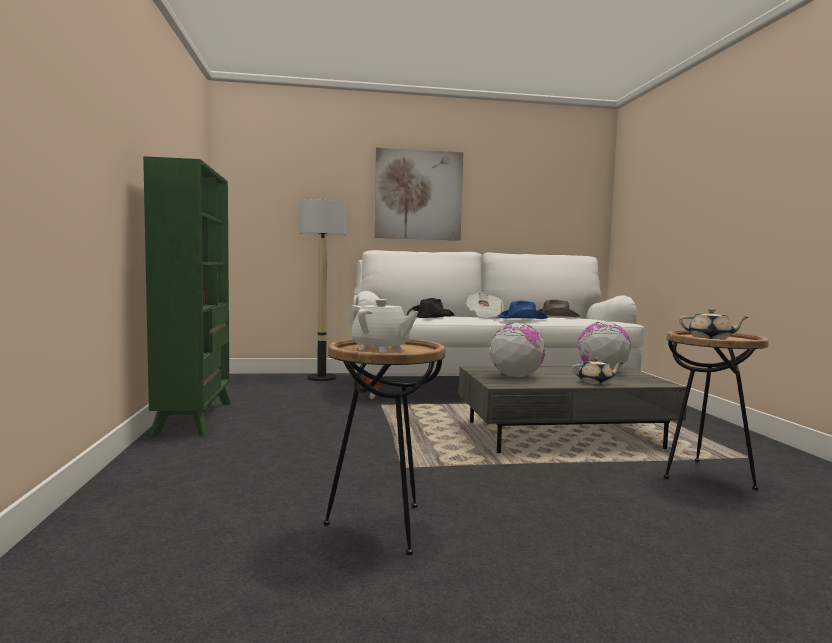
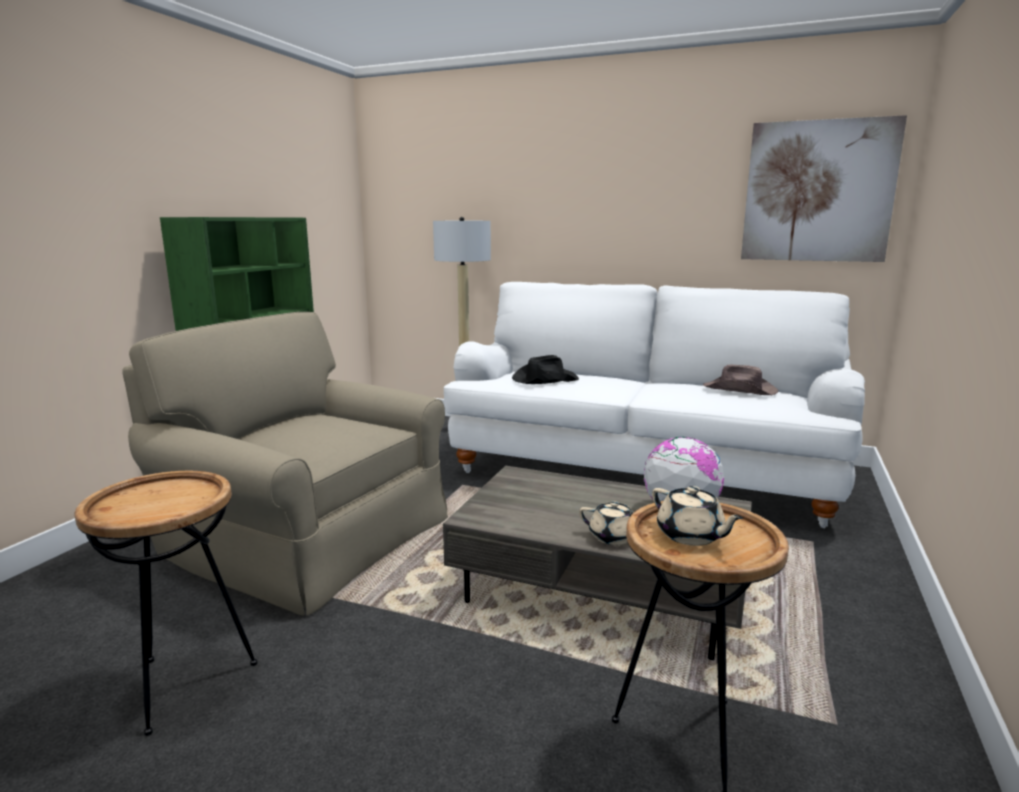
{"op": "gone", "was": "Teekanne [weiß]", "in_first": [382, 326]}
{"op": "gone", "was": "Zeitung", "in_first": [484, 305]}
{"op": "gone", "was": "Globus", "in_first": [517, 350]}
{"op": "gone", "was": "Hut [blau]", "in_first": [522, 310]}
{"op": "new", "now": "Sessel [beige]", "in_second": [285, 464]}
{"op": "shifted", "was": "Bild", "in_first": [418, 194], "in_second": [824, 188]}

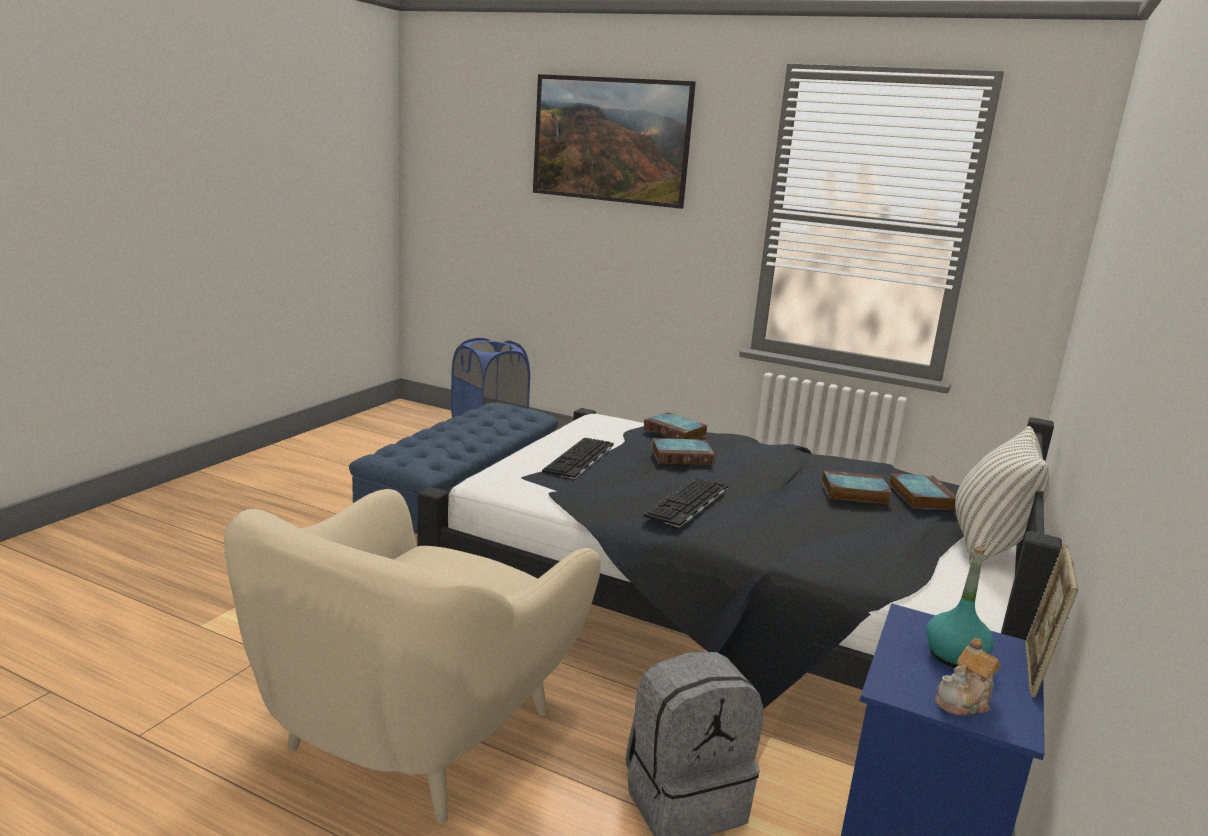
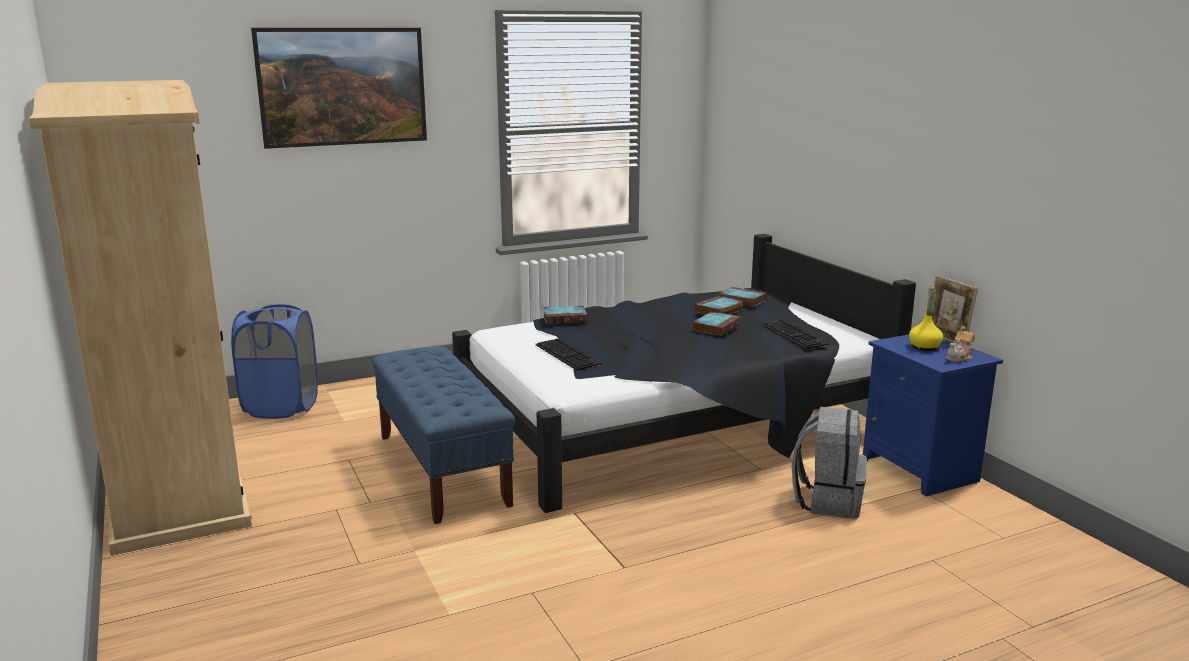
{"op": "gone", "was": "Sessel [beige]", "in_first": [412, 656]}
{"op": "gone", "was": "Kissen", "in_first": [1002, 496]}
{"op": "new", "now": "Kleiderschrank [beige]", "in_second": [140, 318]}
{"op": "shifted", "was": "Tastatur", "in_first": [685, 502], "in_second": [795, 334]}
{"op": "shifted", "was": "Buch", "in_first": [683, 451], "in_second": [716, 323]}
{"op": "repainted", "was": "Flasche [türkis]", "now": "Flasche [gelb]", "in_first": [960, 607], "in_second": [926, 319]}
{"op": "rotated", "was": "Teekanne", "in_first": [967, 677], "in_second": [960, 344], "clockwise": 45}

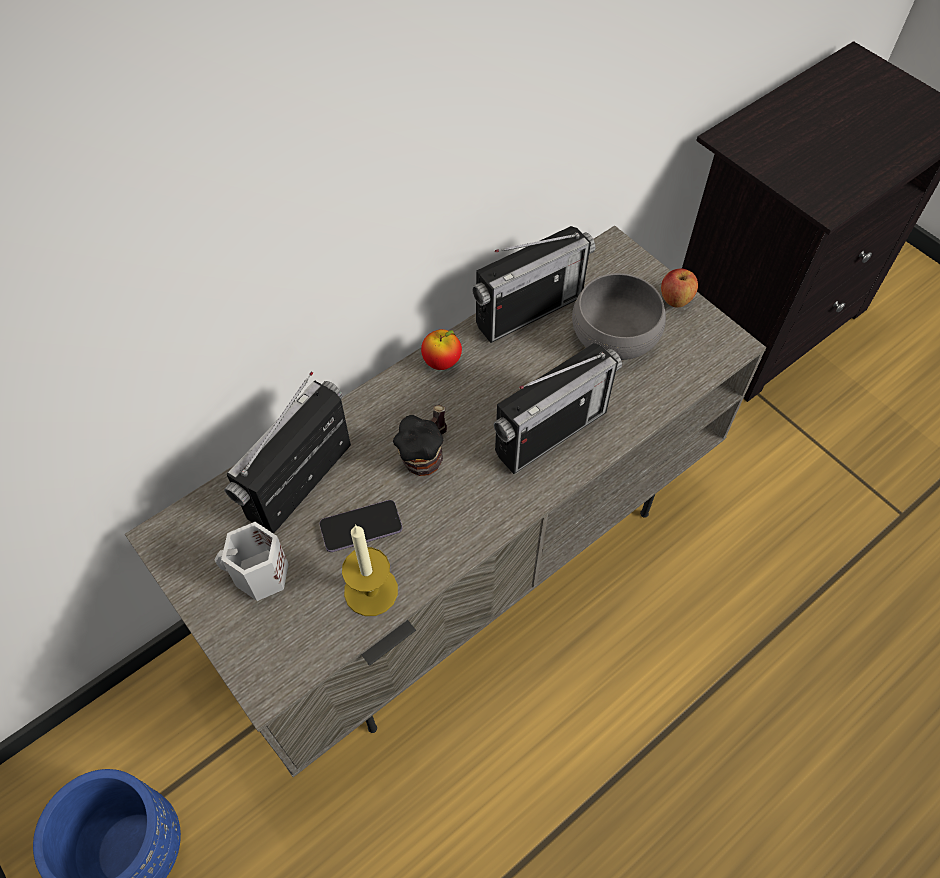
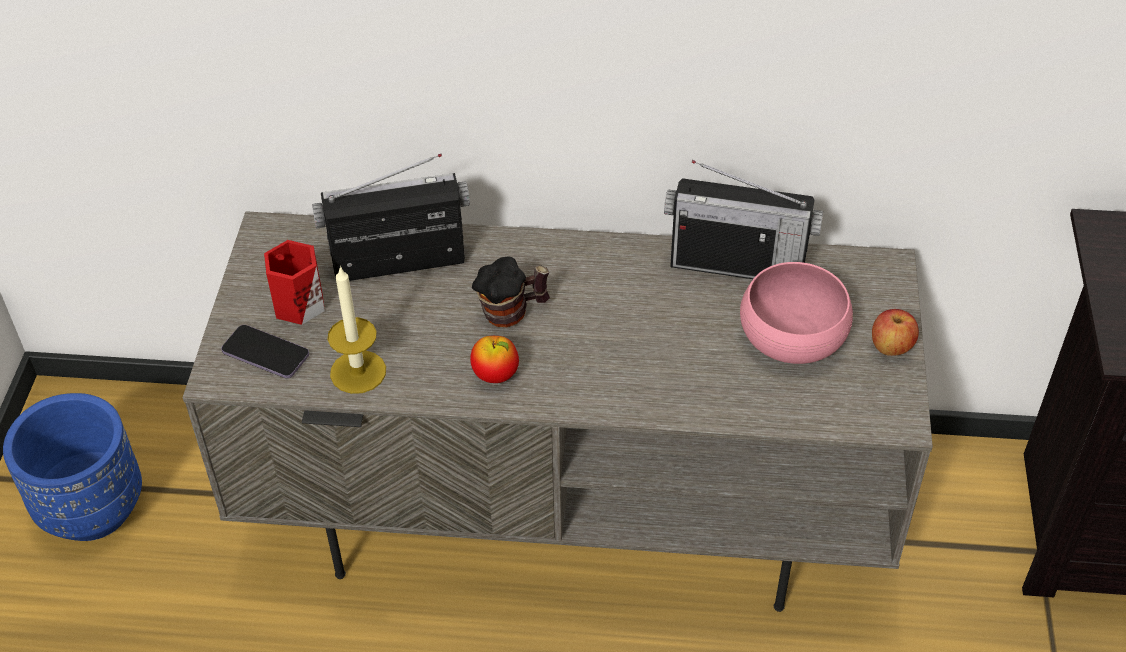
{"op": "gone", "was": "Radio", "in_first": [558, 408]}
{"op": "shifted", "was": "Handy", "in_first": [360, 526], "in_second": [265, 351]}
{"op": "shifted", "was": "Apfel", "in_first": [441, 349], "in_second": [494, 359]}
{"op": "repainted", "was": "Henkelbecher [weiß]", "now": "Henkelbecher [rot]", "in_first": [251, 561], "in_second": [294, 282]}
{"op": "repainted", "was": "Schüssel [grau]", "now": "Schüssel [rosa]", "in_first": [619, 316], "in_second": [796, 313]}

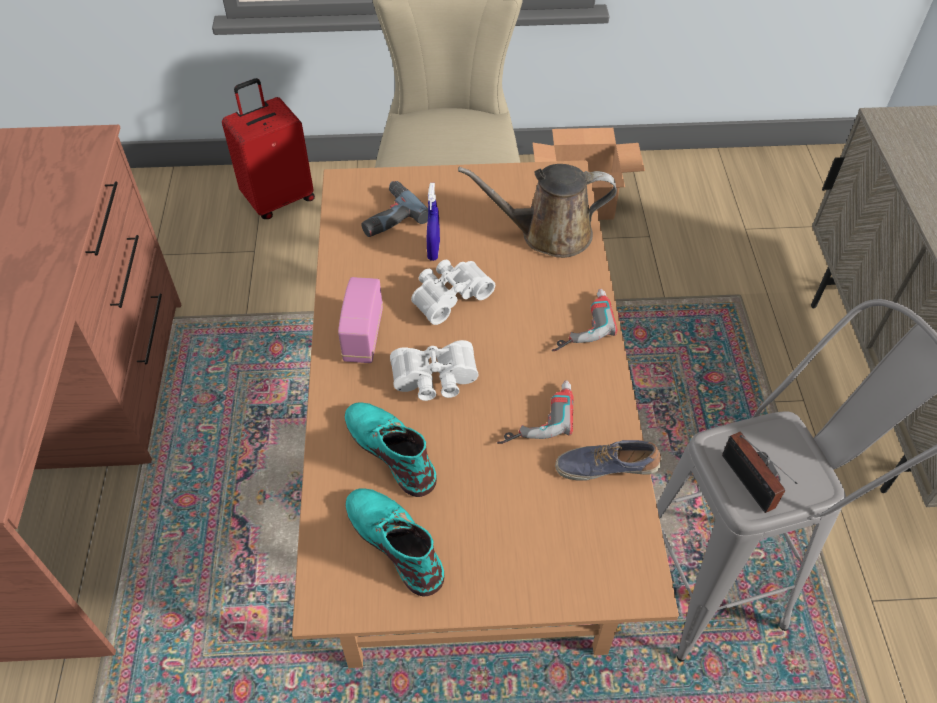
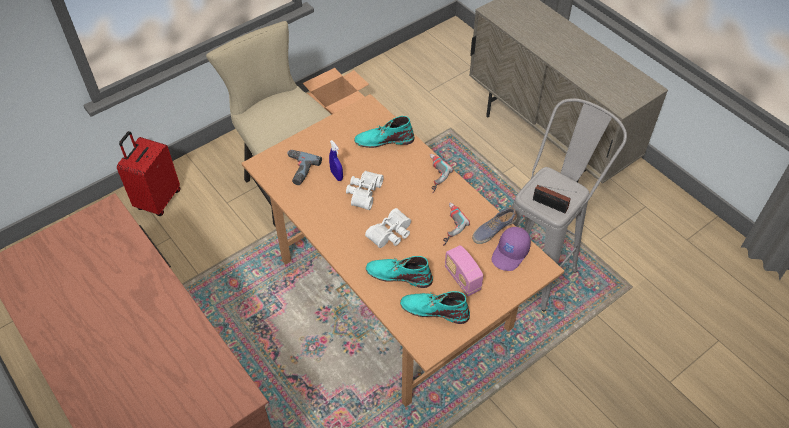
{"op": "new", "now": "Kappe [lila]", "in_second": [511, 249]}
{"op": "shifted", "was": "Radio", "in_first": [360, 320], "in_second": [464, 270]}
{"op": "swapped", "was": "Gießkanne [braun]", "now": "Stiefel [türkis]", "in_first": [537, 211], "in_second": [384, 132]}

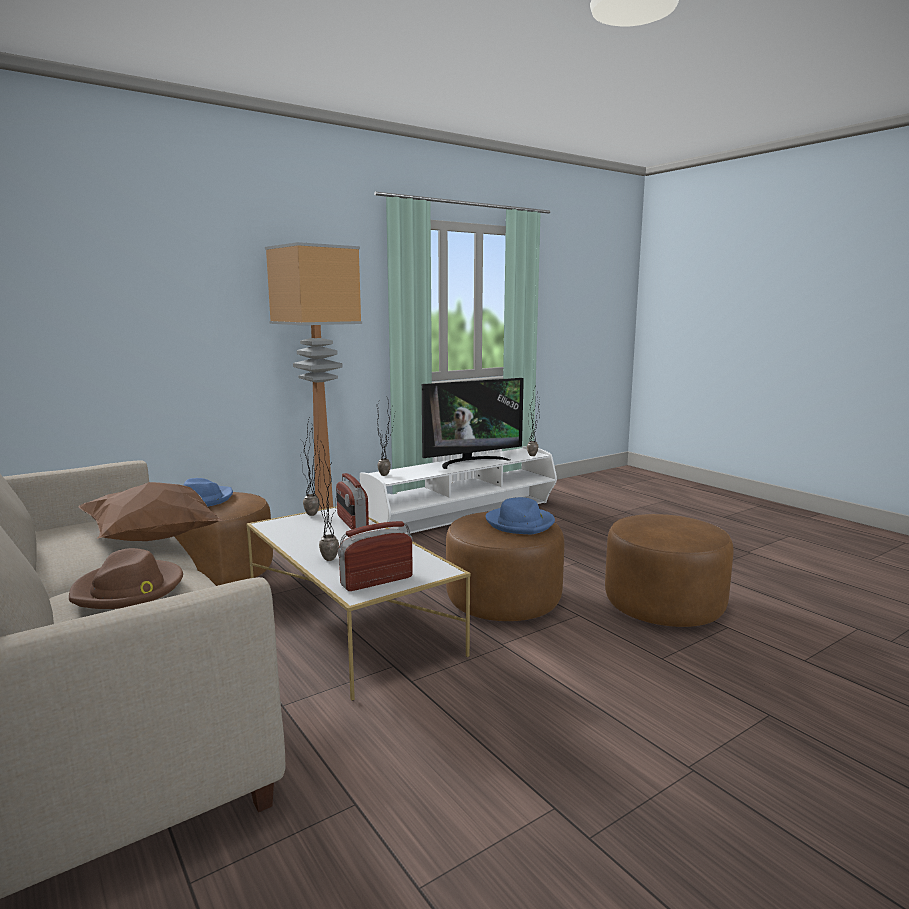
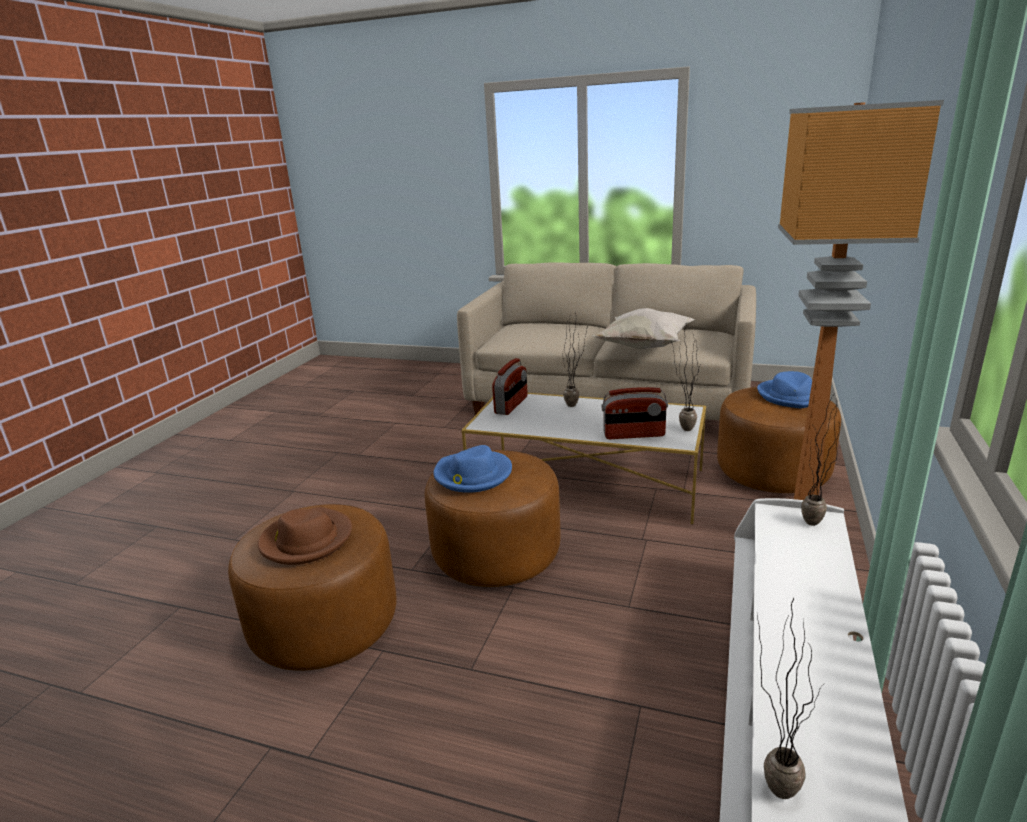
{"op": "gone", "was": "Fernseher", "in_first": [473, 423]}
{"op": "shifted", "was": "Hut [braun]", "in_first": [126, 578], "in_second": [305, 536]}
{"op": "repainted", "was": "Kissen [braun]", "now": "Kissen [weiß]", "in_first": [151, 511], "in_second": [643, 328]}
{"op": "rotated", "was": "Radio", "in_first": [352, 501], "in_second": [635, 413], "clockwise": 150}

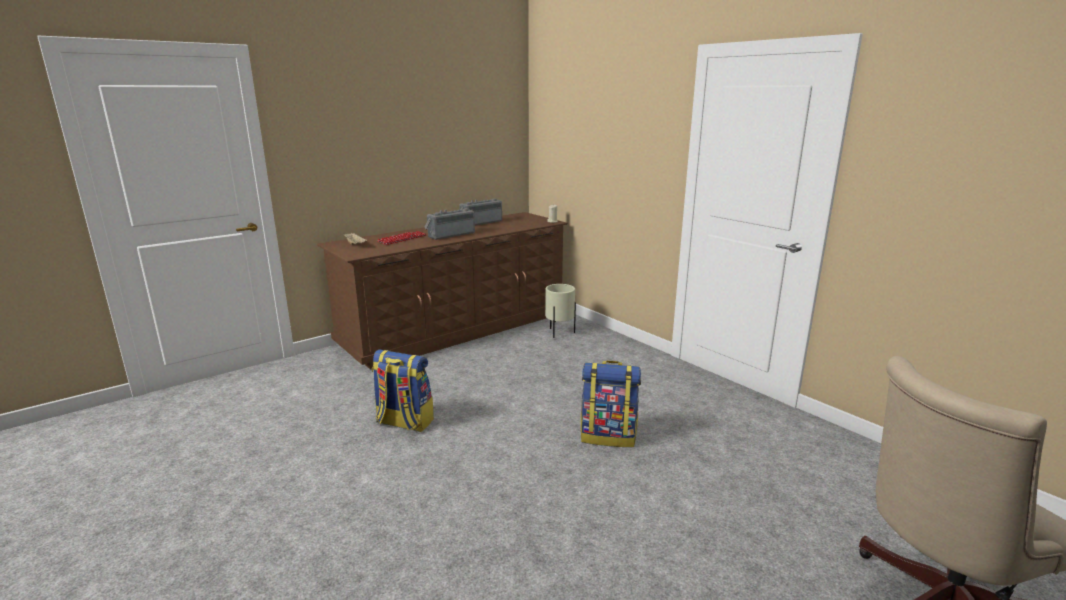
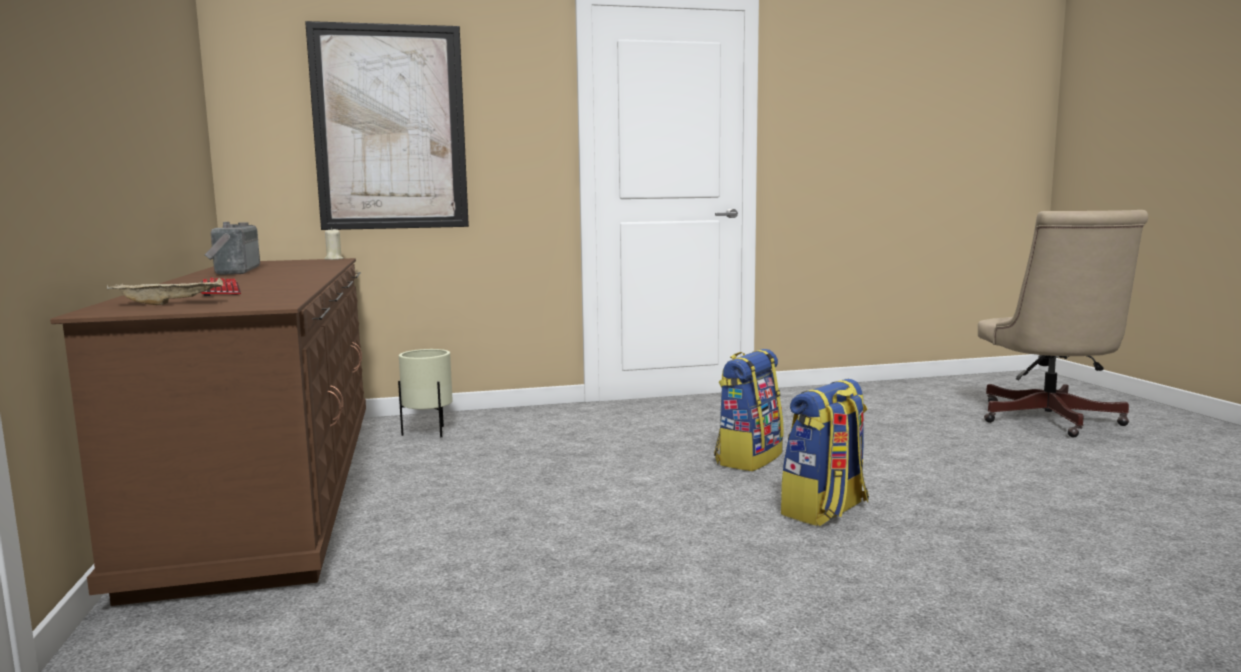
{"op": "gone", "was": "Radio", "in_first": [449, 224]}
{"op": "new", "now": "Bild", "in_second": [387, 125]}
{"op": "shifted", "was": "Rucksack", "in_first": [403, 390], "in_second": [825, 452]}

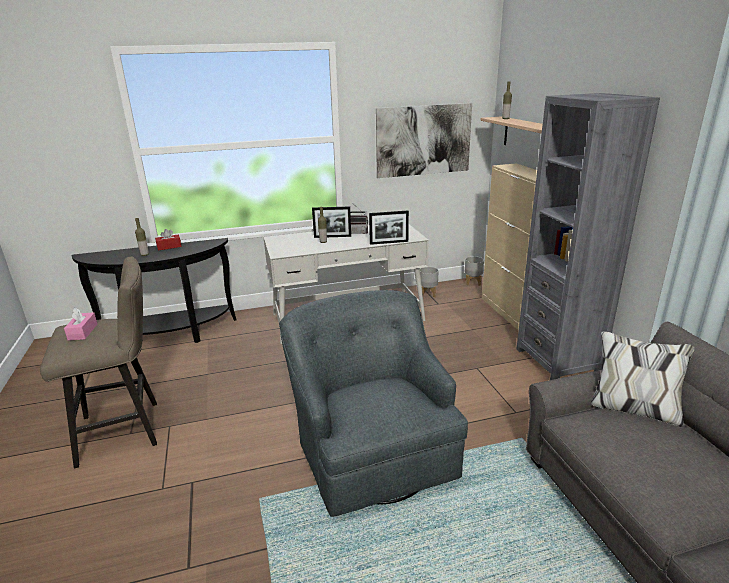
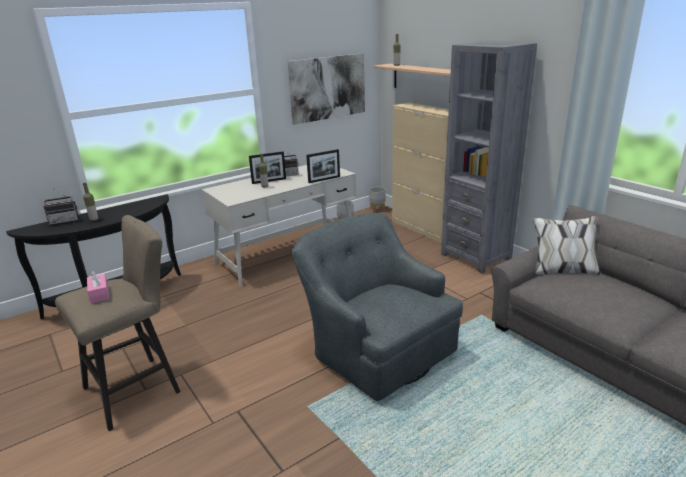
{"op": "gone", "was": "Taschentuchbox [rot]", "in_first": [168, 240]}
{"op": "new", "now": "Radio", "in_second": [61, 207]}

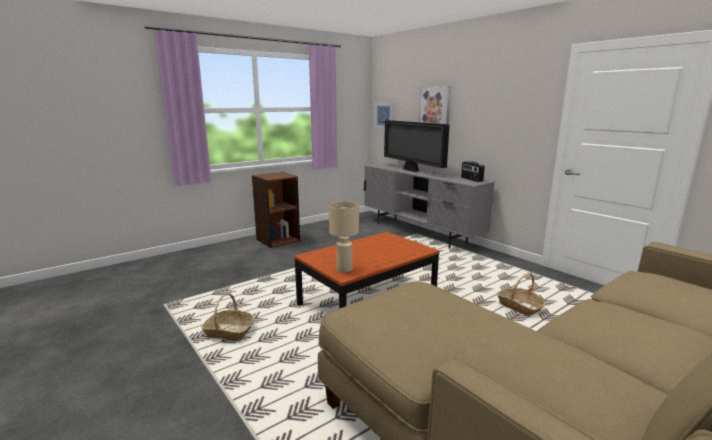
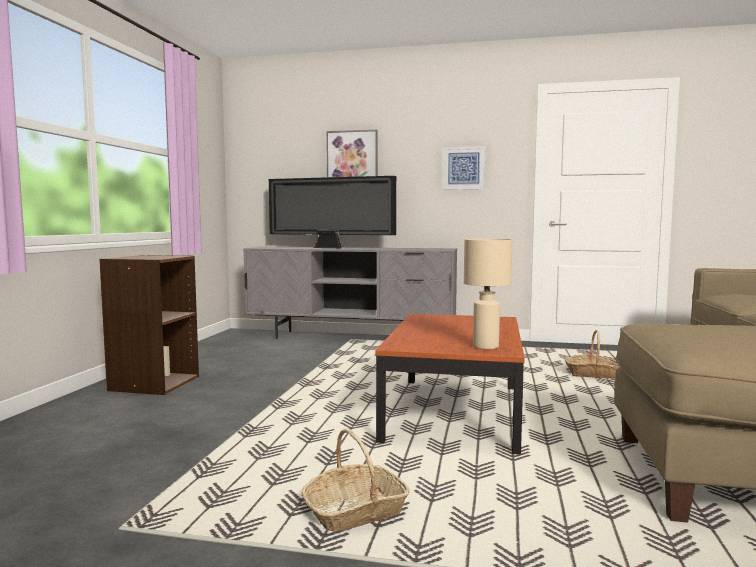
{"op": "gone", "was": "Radio", "in_first": [473, 171]}
{"op": "shifted", "was": "Bild", "in_first": [383, 115], "in_second": [464, 168]}

